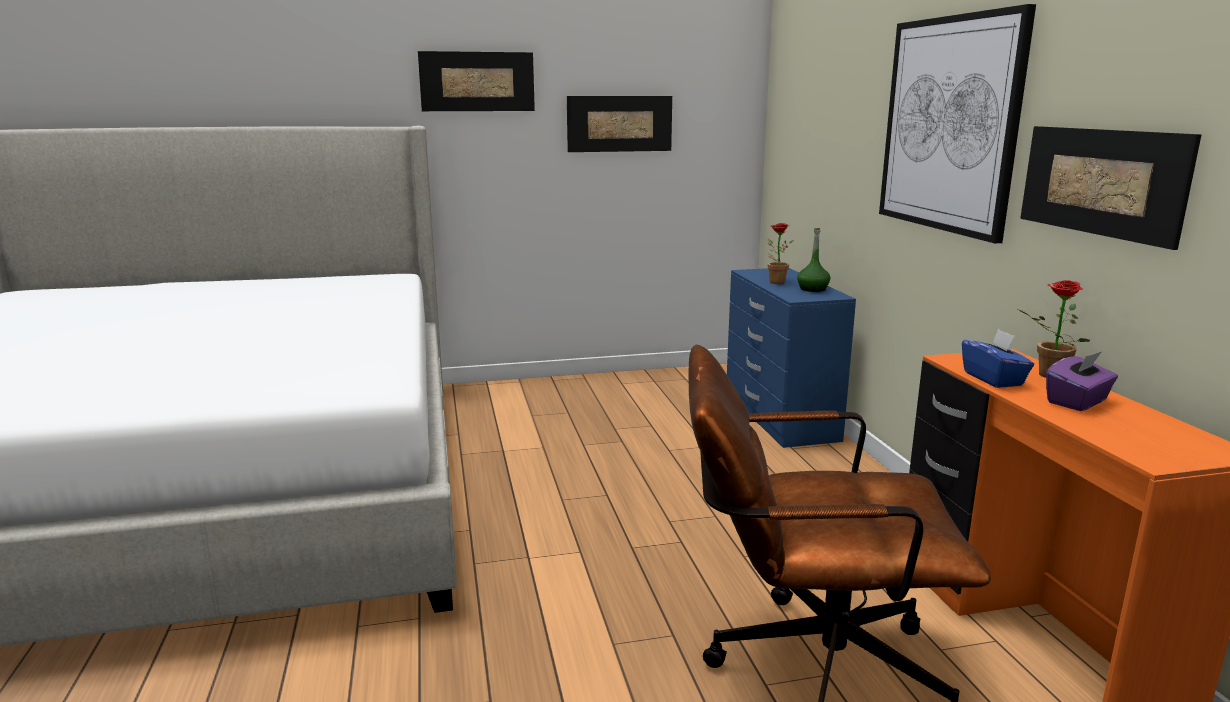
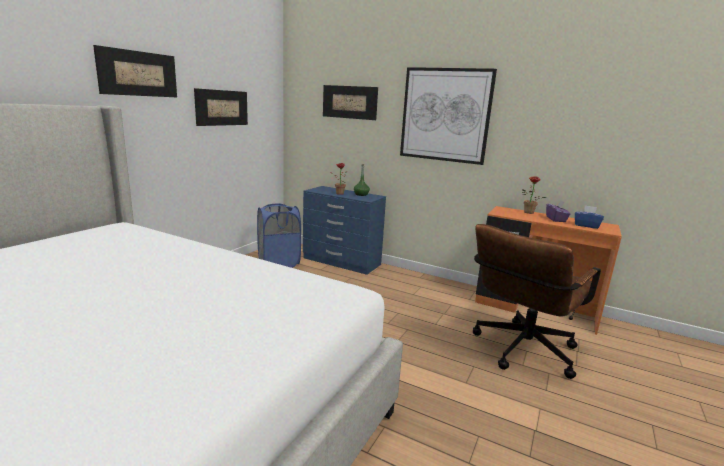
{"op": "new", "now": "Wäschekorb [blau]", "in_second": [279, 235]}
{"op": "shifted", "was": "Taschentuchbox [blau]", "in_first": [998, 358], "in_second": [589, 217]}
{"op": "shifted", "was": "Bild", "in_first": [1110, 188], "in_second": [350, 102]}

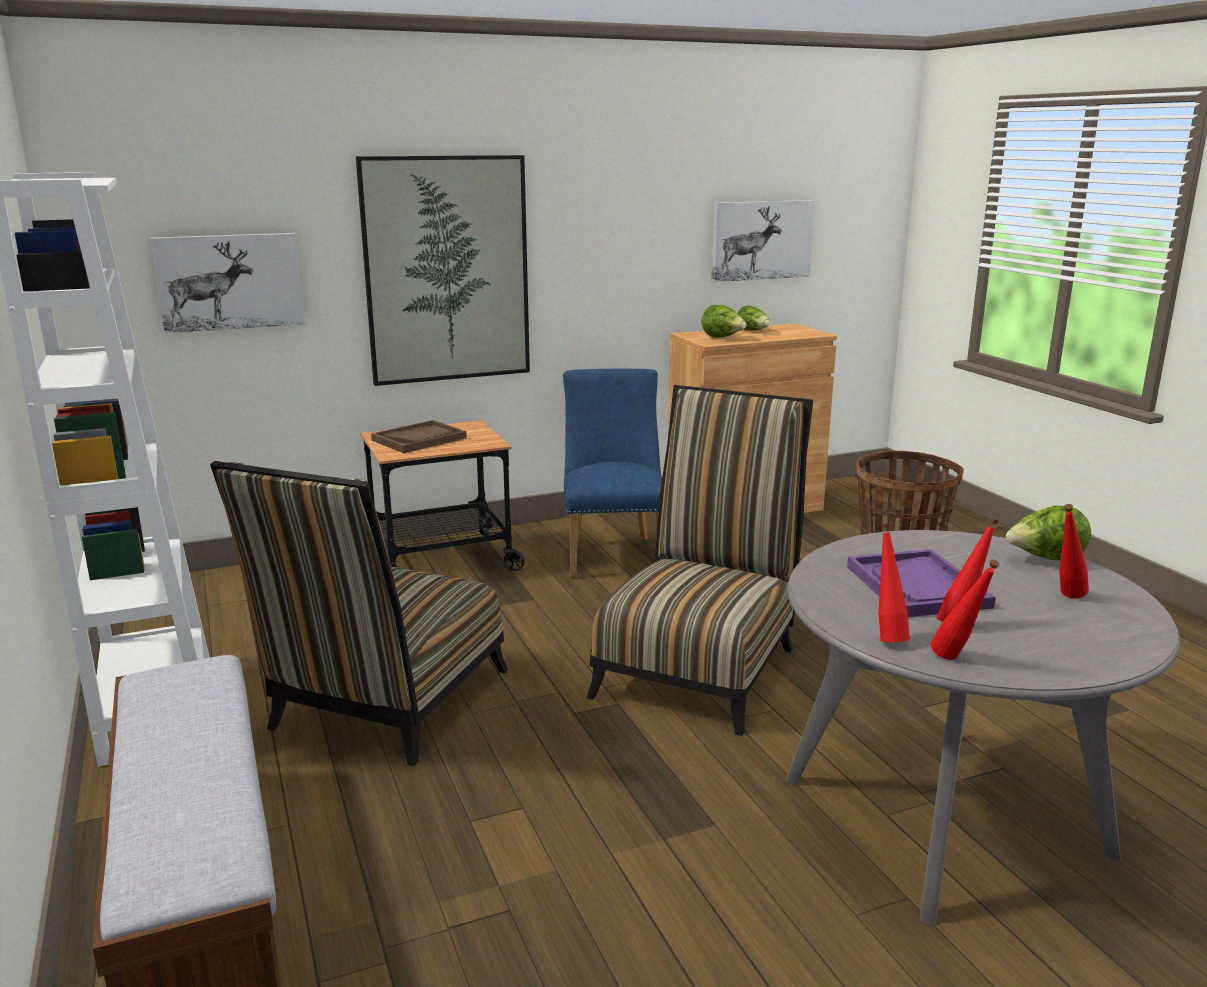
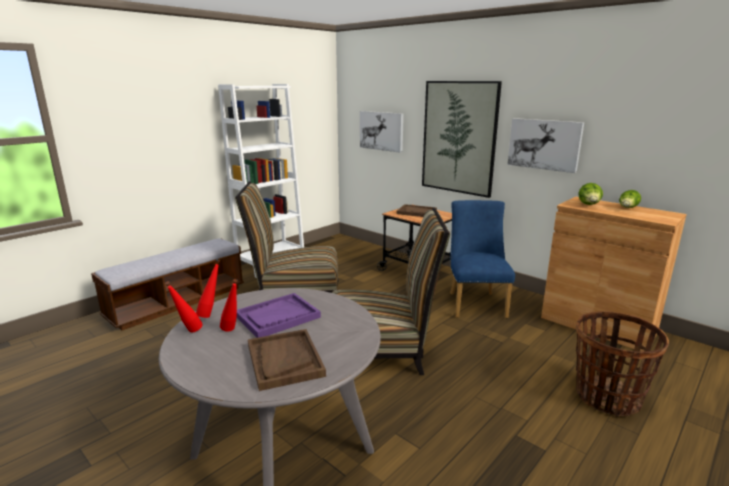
{"op": "gone", "was": "Salatkopf", "in_first": [1048, 533]}
{"op": "shifted", "was": "Bild", "in_first": [763, 241], "in_second": [545, 145]}
{"op": "swapped", "was": "Flasche [rot]", "now": "Tablett [braun]", "in_first": [1074, 551], "in_second": [287, 360]}
{"op": "rotated", "was": "Stuhl [blau]", "in_first": [612, 473], "in_second": [482, 259], "clockwise": -60}

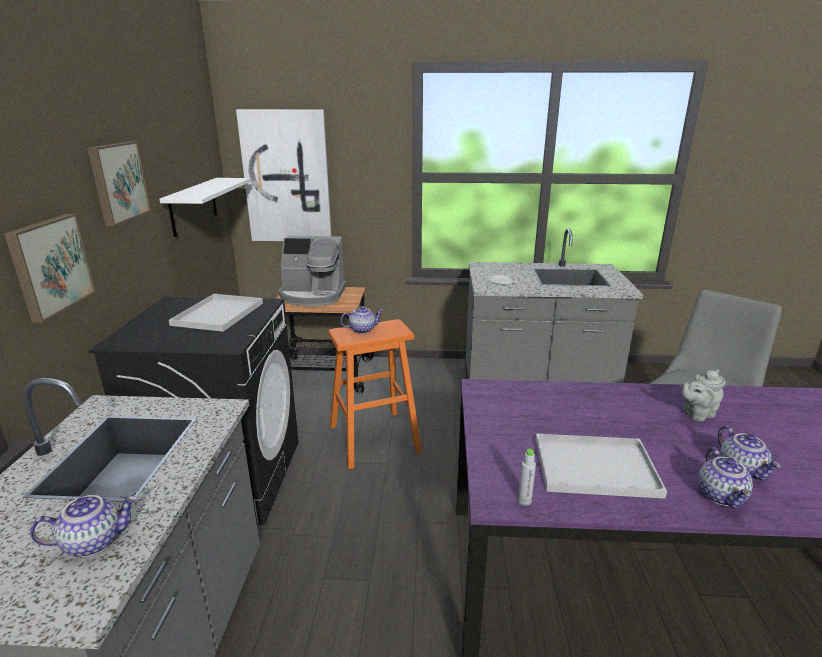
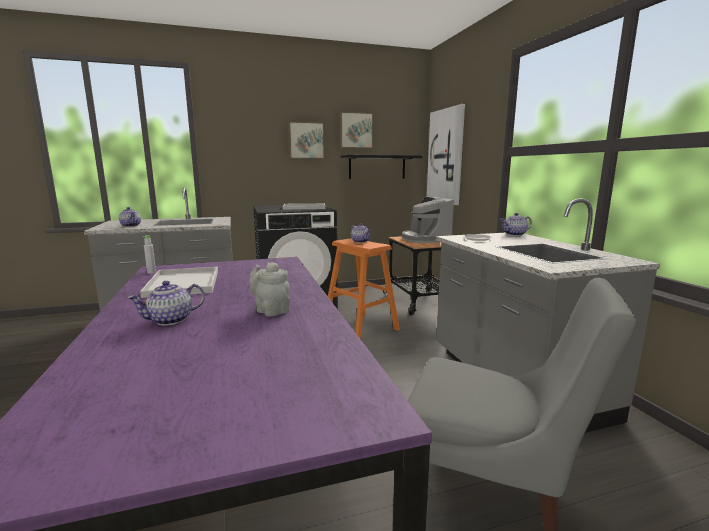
{"op": "shifted", "was": "Bild", "in_first": [50, 268], "in_second": [356, 130]}
{"op": "shifted", "was": "Teekanne", "in_first": [725, 477], "in_second": [516, 224]}
{"op": "repainted", "was": "Wandregal [weiß]", "now": "Wandregal [schwarz]", "in_first": [205, 207], "in_second": [381, 167]}

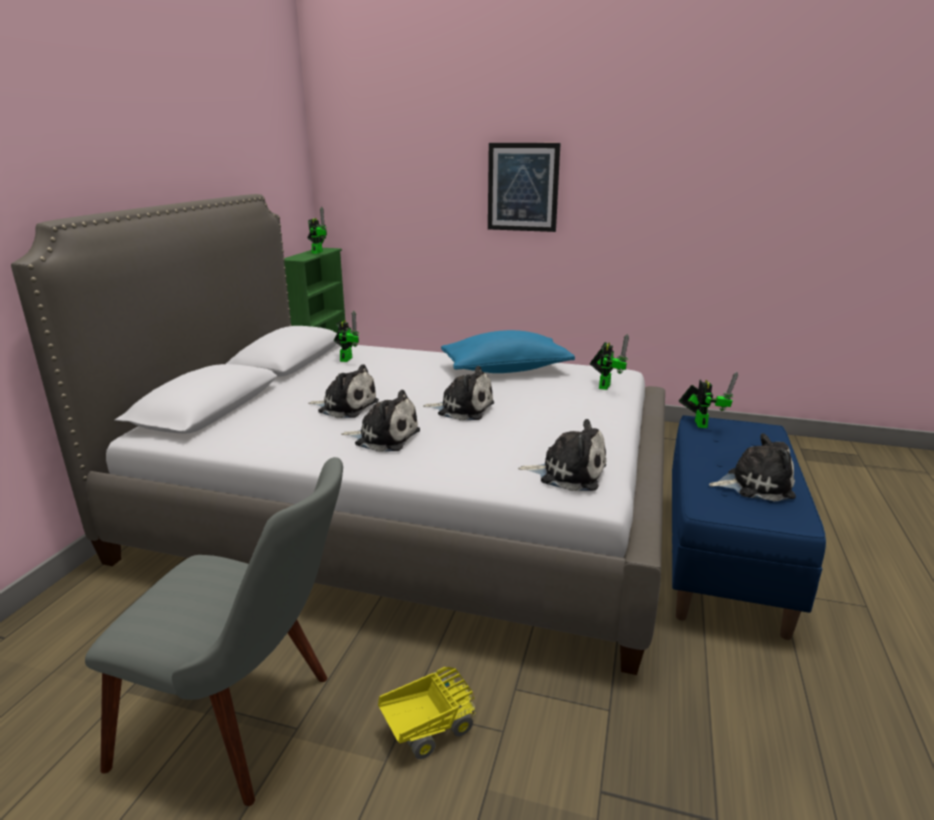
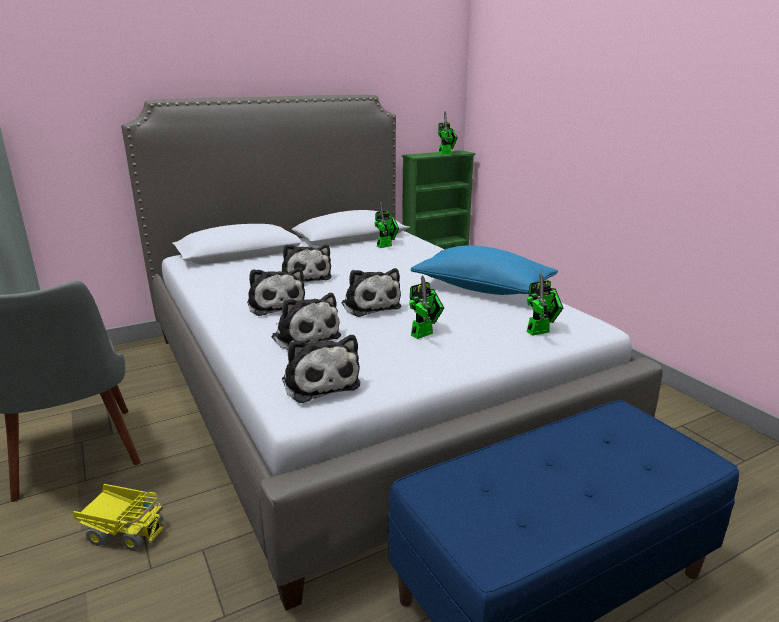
{"op": "gone", "was": "Bild", "in_first": [524, 187]}
{"op": "shifted", "was": "Spielzeugroboter", "in_first": [708, 400], "in_second": [426, 307]}
{"op": "shifted", "was": "Plüschtier", "in_first": [752, 467], "in_second": [306, 321]}

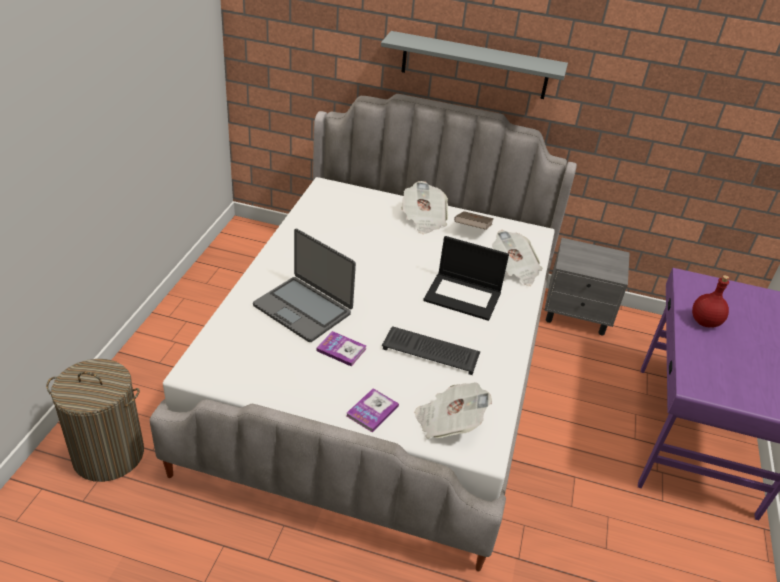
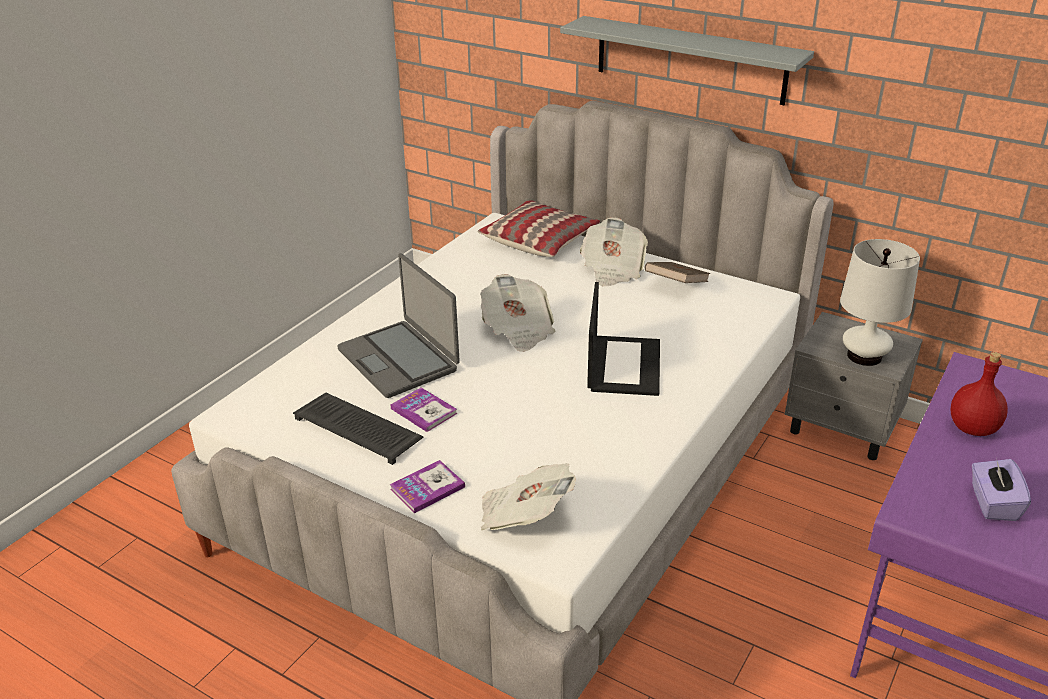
{"op": "gone", "was": "Wäschekorb", "in_first": [95, 420]}
{"op": "new", "now": "Kissen", "in_second": [539, 228]}
{"op": "new", "now": "Tischlampe [weiß]", "in_second": [880, 302]}
{"op": "new", "now": "Taschentuchbox [lila]", "in_second": [1001, 489]}
{"op": "shifted", "was": "Tastatur", "in_first": [431, 350], "in_second": [358, 429]}
{"op": "shifted", "was": "Zeitung", "in_first": [517, 258], "in_second": [518, 313]}
{"op": "rotated", "was": "Laptop", "in_first": [466, 278], "in_second": [623, 339], "clockwise": -120}

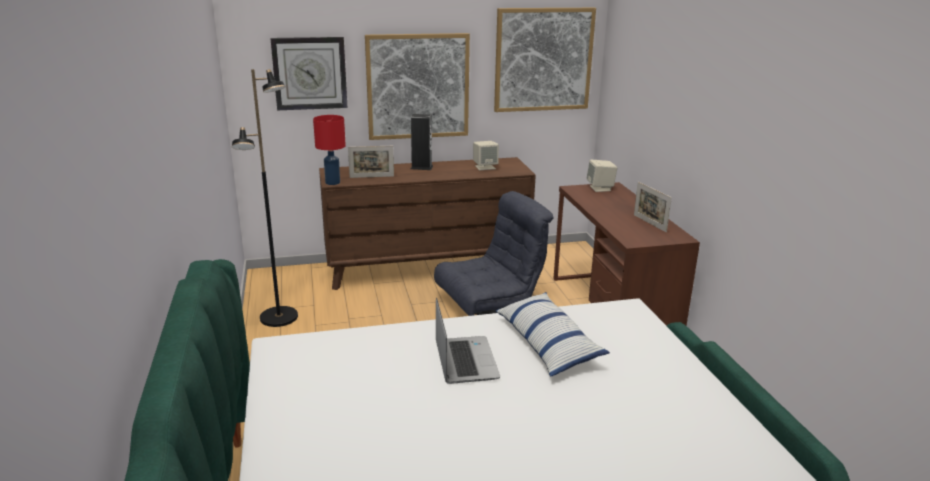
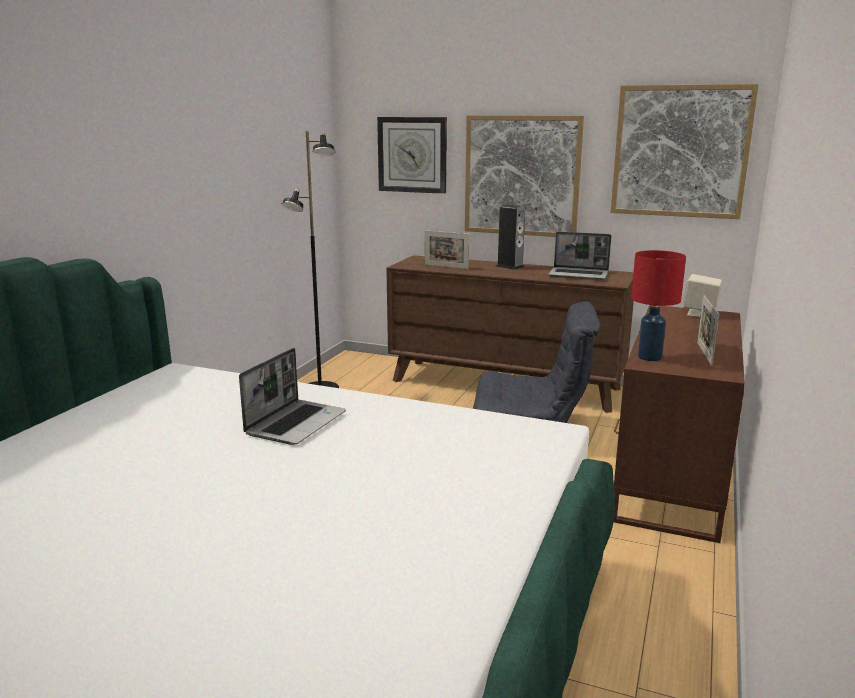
{"op": "gone", "was": "Kissen", "in_first": [553, 334]}
{"op": "shifted", "was": "Tischlampe [rot]", "in_first": [329, 150], "in_second": [658, 305]}
{"op": "swapped", "was": "Lautsprecher [beige]", "now": "Laptop", "in_first": [486, 155], "in_second": [579, 256]}

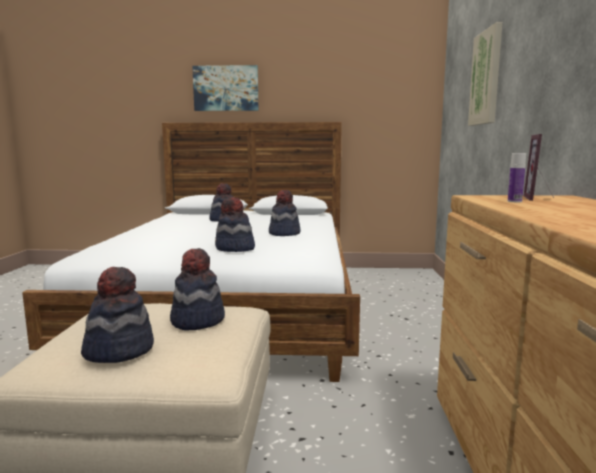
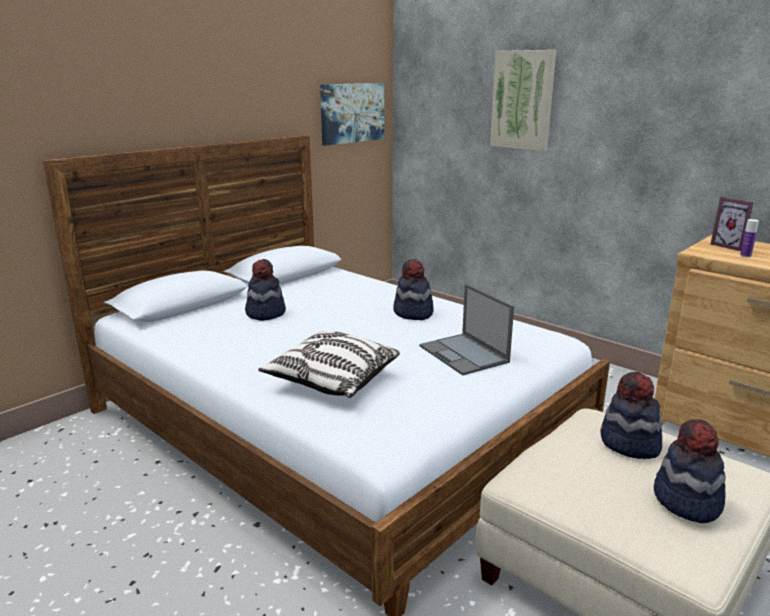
{"op": "new", "now": "Kissen", "in_second": [329, 364]}
{"op": "shifted", "was": "Bild", "in_first": [225, 88], "in_second": [352, 114]}
{"op": "swapped", "was": "Hut", "now": "Laptop", "in_first": [235, 224], "in_second": [466, 329]}

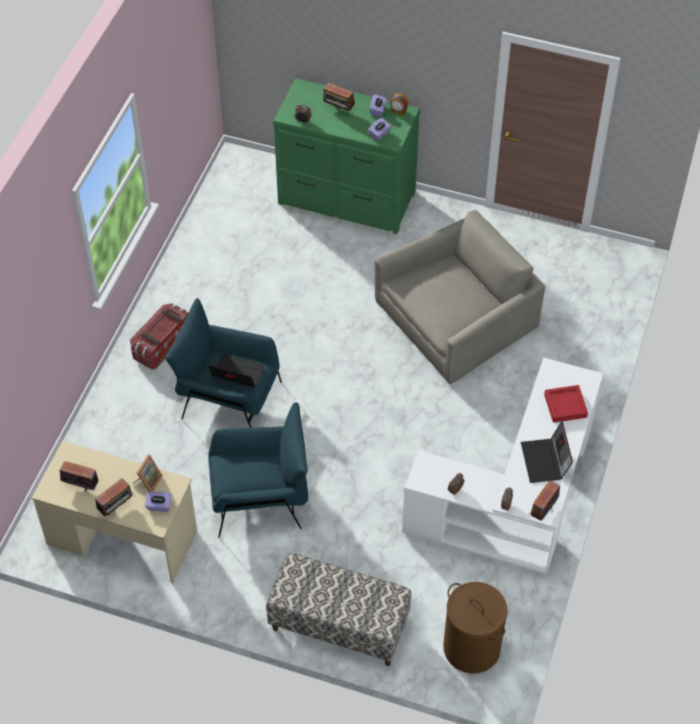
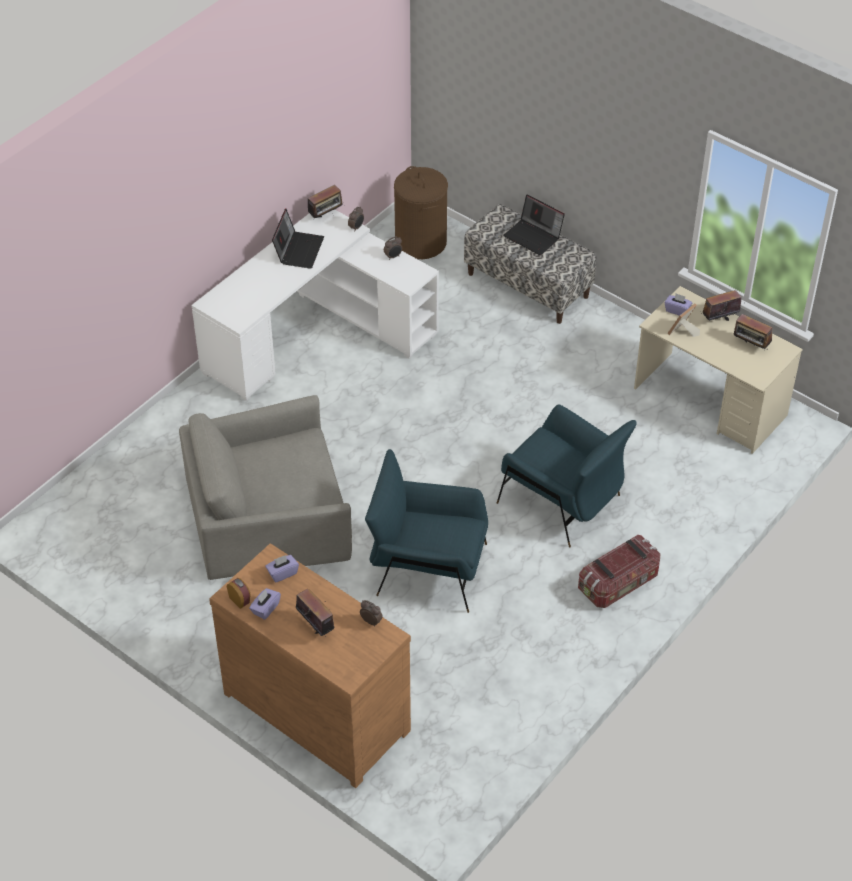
{"op": "gone", "was": "Tablett [rot]", "in_first": [566, 404]}
{"op": "shifted", "was": "Laptop", "in_first": [236, 371], "in_second": [534, 224]}
{"op": "shifted", "was": "Sessel [blau]", "in_first": [258, 470], "in_second": [426, 531]}
{"op": "repainted", "was": "Kommode [grün]", "now": "Kommode [braun]", "in_first": [346, 156], "in_second": [310, 665]}

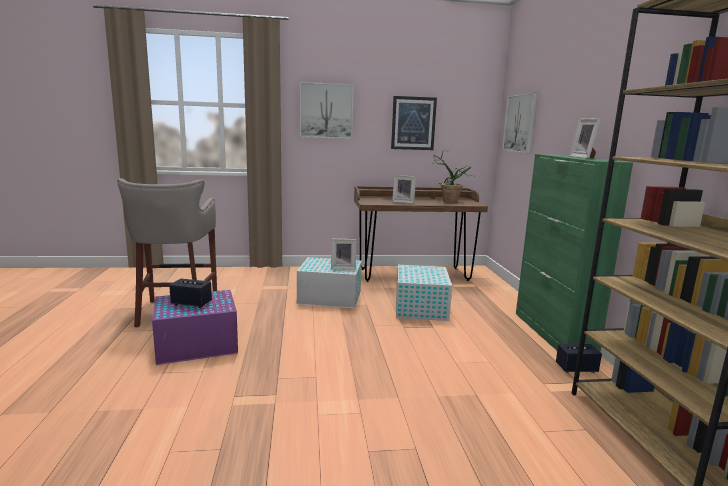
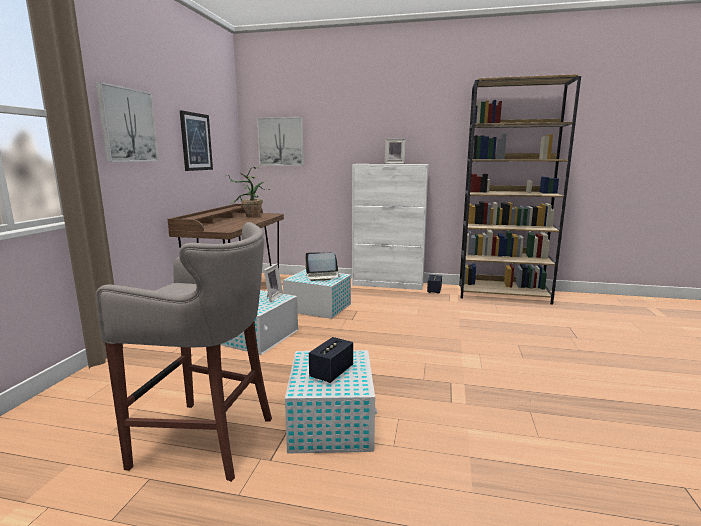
{"op": "gone", "was": "Bilderrahmen", "in_first": [404, 189]}
{"op": "new", "now": "Laptop", "in_second": [322, 266]}
{"op": "repainted", "was": "Aufbewahrungsbox [lila]", "now": "Aufbewahrungsbox [weiß]", "in_first": [195, 327], "in_second": [331, 401]}
{"op": "repainted", "was": "Schrank [grün]", "now": "Schrank [weiß]", "in_first": [574, 253], "in_second": [390, 227]}

